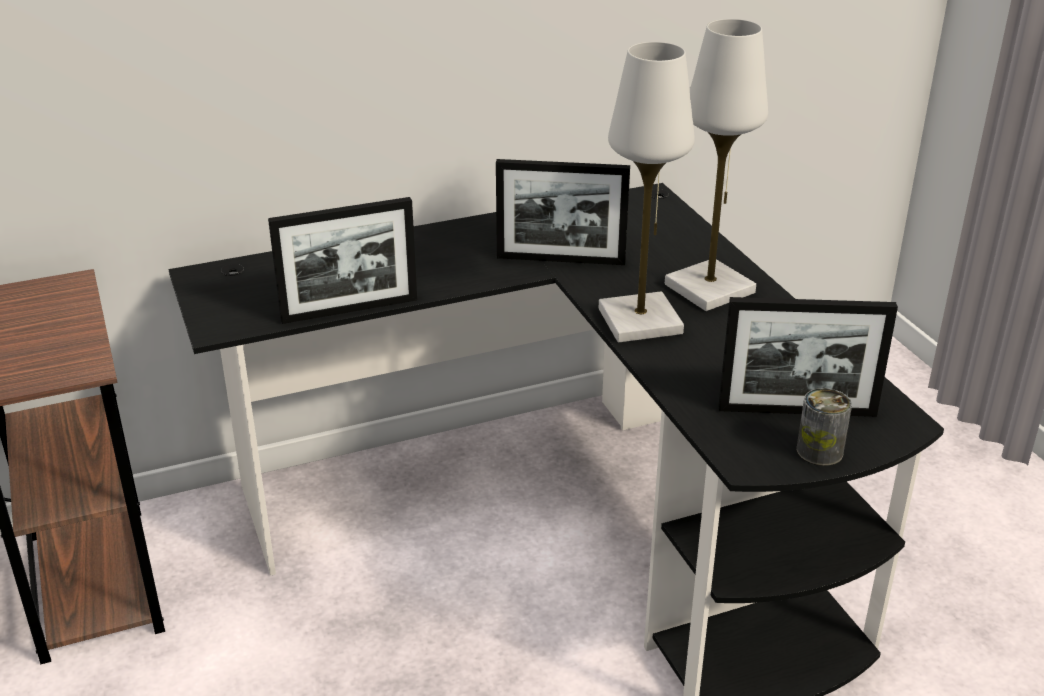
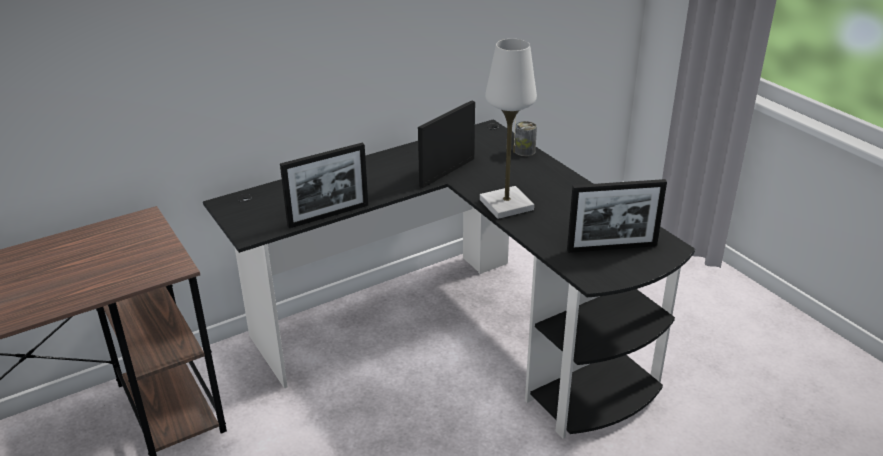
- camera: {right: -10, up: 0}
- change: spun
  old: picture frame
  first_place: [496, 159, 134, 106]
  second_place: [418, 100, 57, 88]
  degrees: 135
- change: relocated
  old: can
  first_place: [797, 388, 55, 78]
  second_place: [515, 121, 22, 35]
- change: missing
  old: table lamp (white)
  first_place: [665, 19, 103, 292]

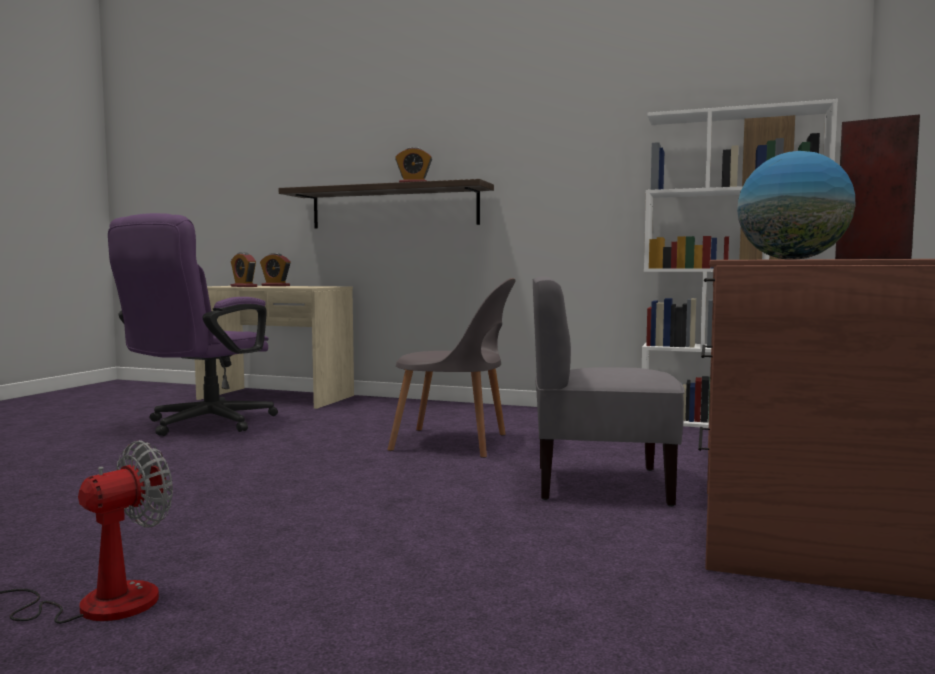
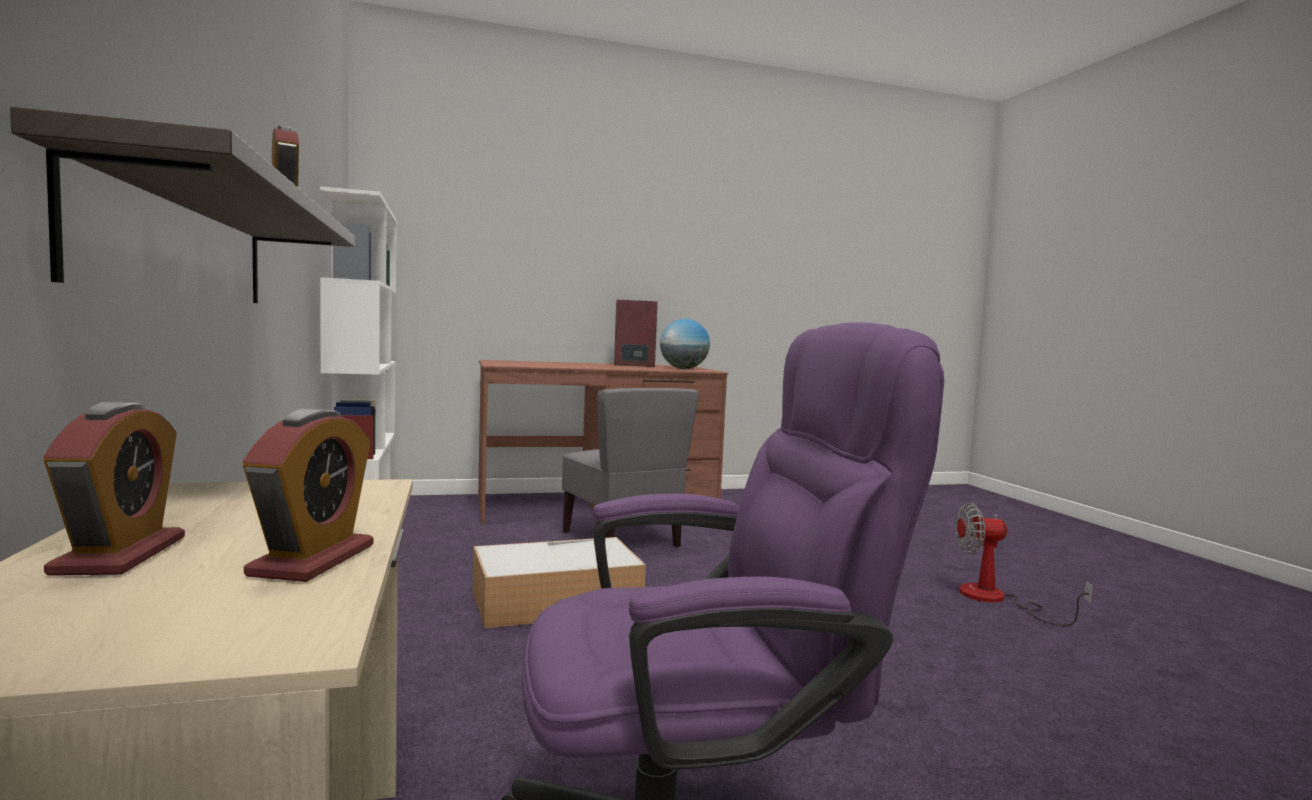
- camera: {right: -125, up: 0}
- change: exchanged
  old: chair (grey)
  new: storage box
  first_place: [387, 278, 129, 180]
  second_place: [473, 537, 173, 92]

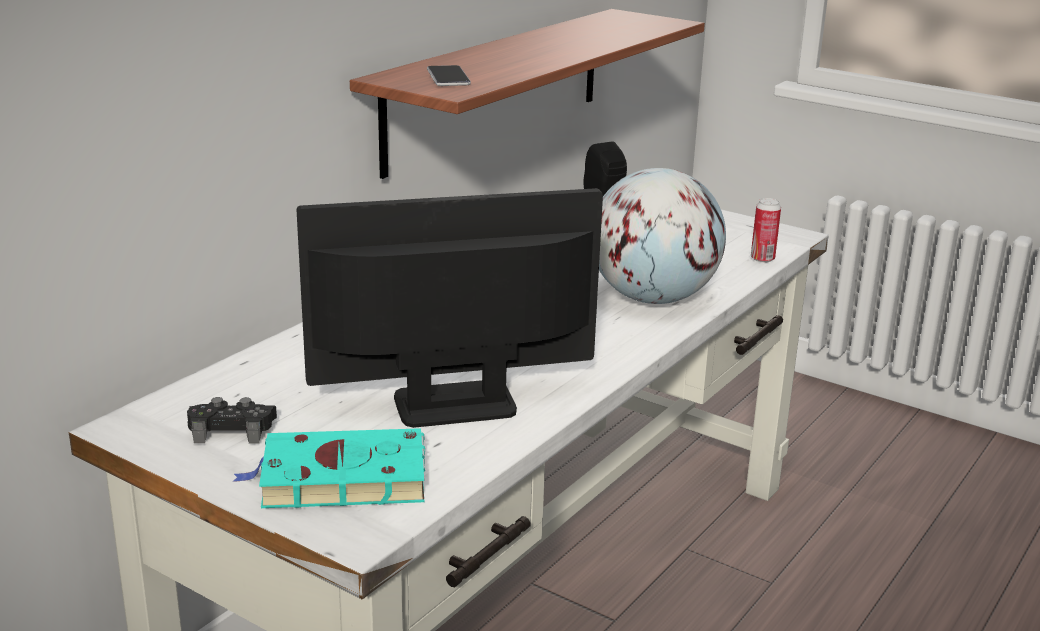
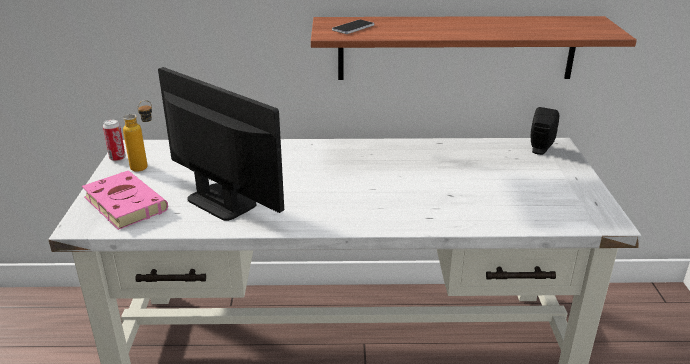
- camera: {right: 55, up: 5}
- change: colour
  old: book (turquoise)
  new: book (pink)
  first_place: [232, 428, 193, 80]
  second_place: [82, 171, 86, 59]
- change: relocated
  old: can
  first_place: [751, 198, 30, 65]
  second_place: [103, 119, 23, 42]
- change: exchanged
  old: game controller (black)
  new: bottle
  first_place: [187, 397, 90, 46]
  second_place: [123, 100, 29, 72]
- change: missing
  old: globe
  first_place: [599, 168, 127, 136]

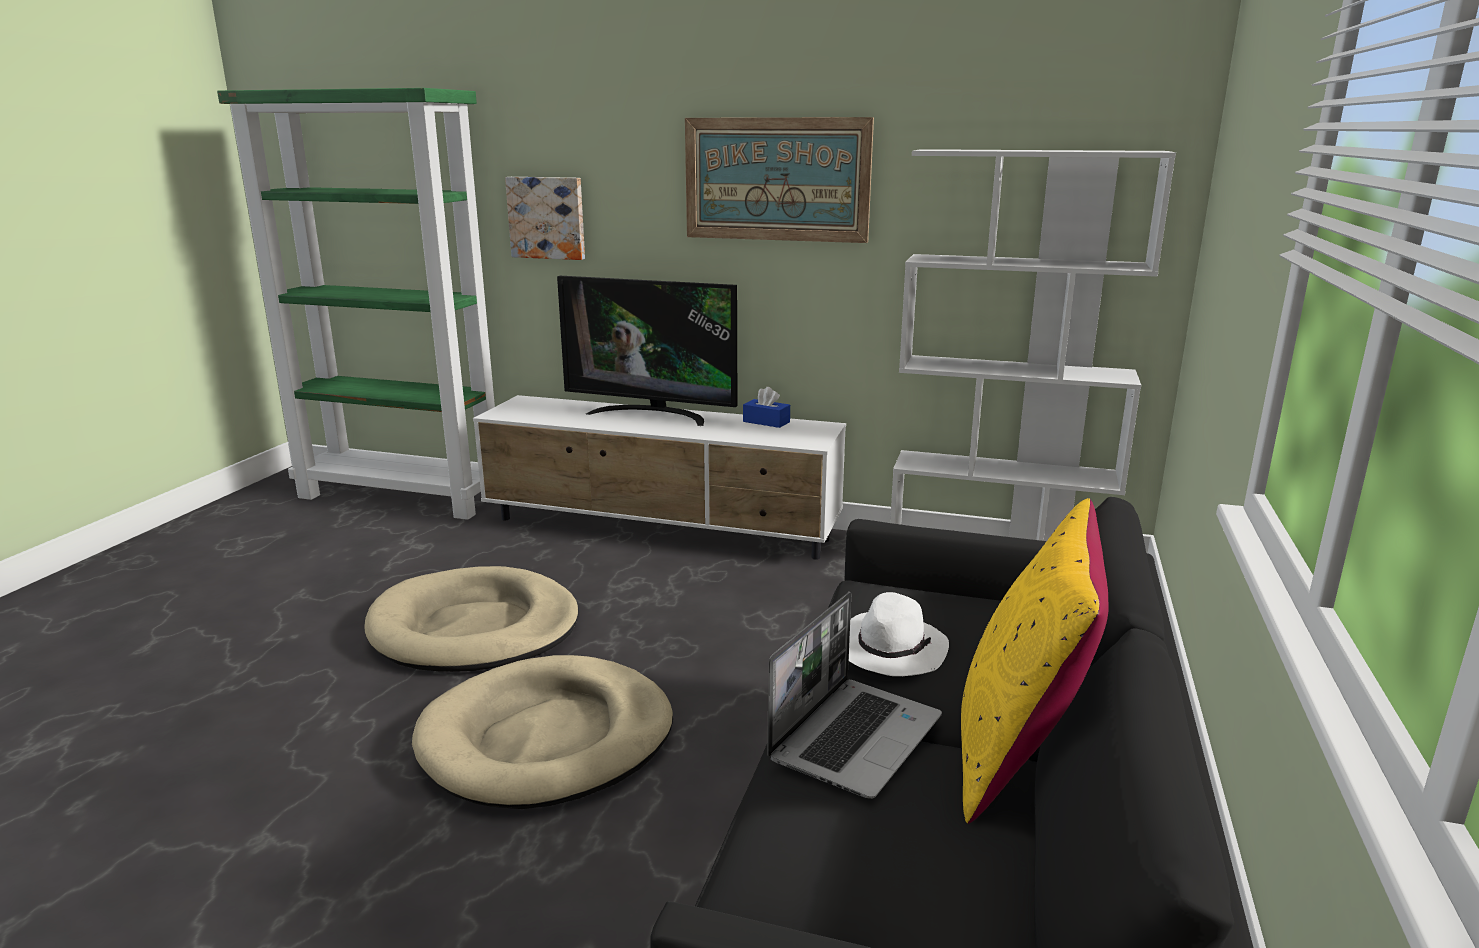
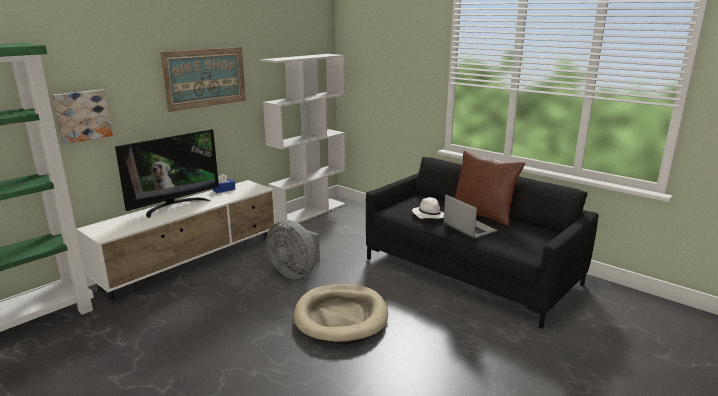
- camera: {right: -65, up: 0}
- change: appeared
  new: fan (grey)
  second_place: [266, 220, 54, 59]
- change: colour
  old: pillow (yellow)
  new: pillow (brown)
  first_place: [961, 498, 148, 326]
  second_place: [454, 151, 71, 75]
- change: missing
  old: dog bed (beige)
  first_place: [364, 566, 215, 106]

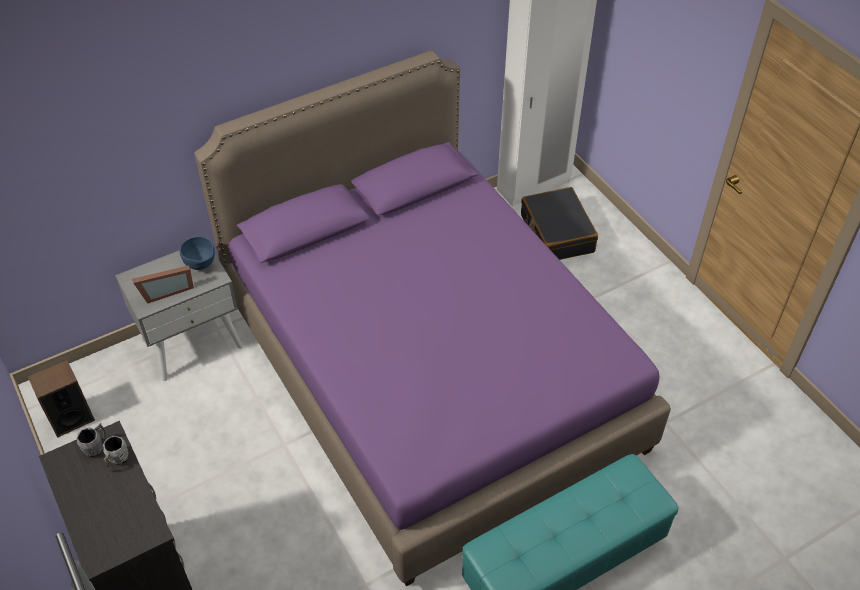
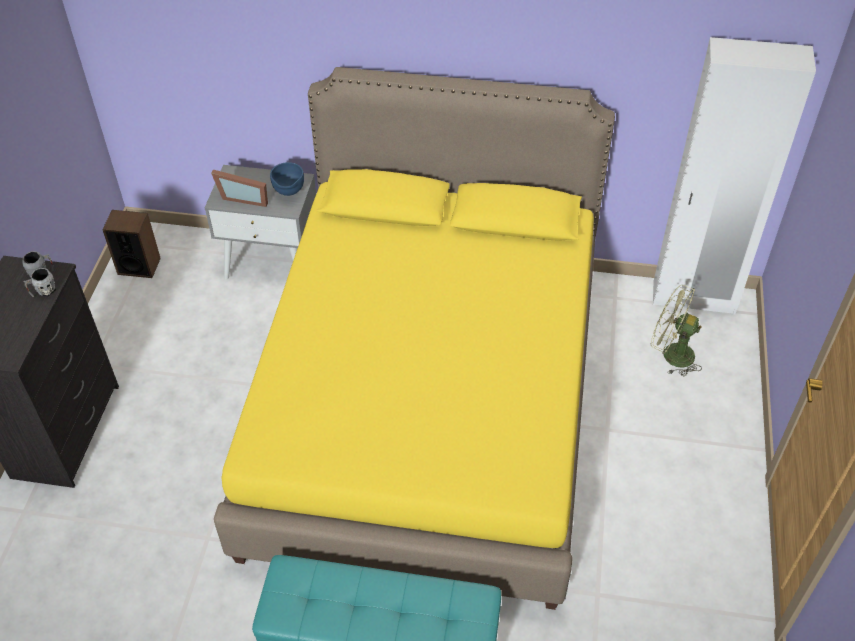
- camera: {right: 40, up: 0}
- change: colour
  old: bed (purple)
  new: bed (yellow)
  first_place: [194, 50, 477, 536]
  second_place: [214, 67, 401, 543]
- change: exchanged
  old: suitcase (black)
  new: fan (green)
  first_place: [521, 187, 77, 73]
  second_place: [651, 285, 51, 91]

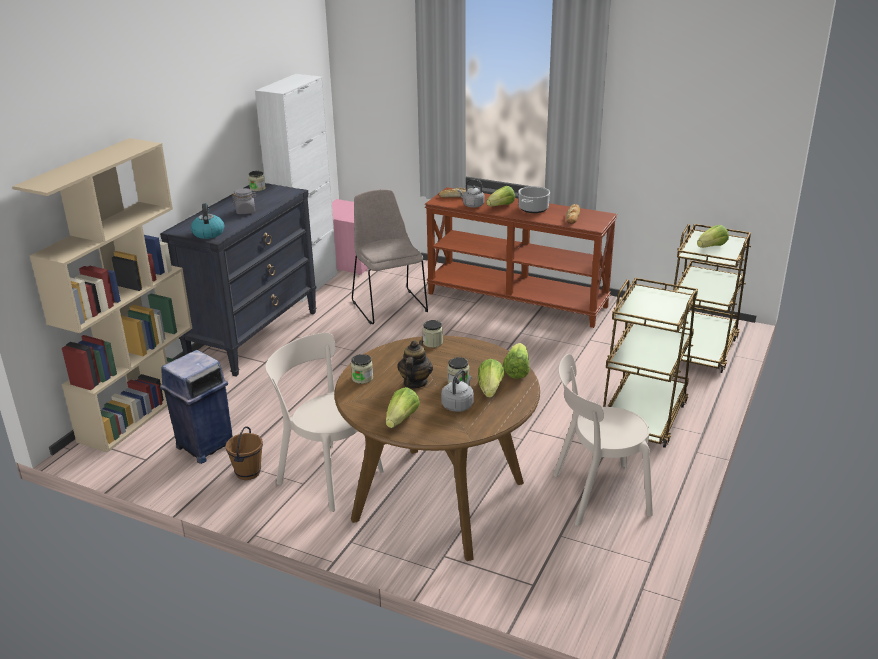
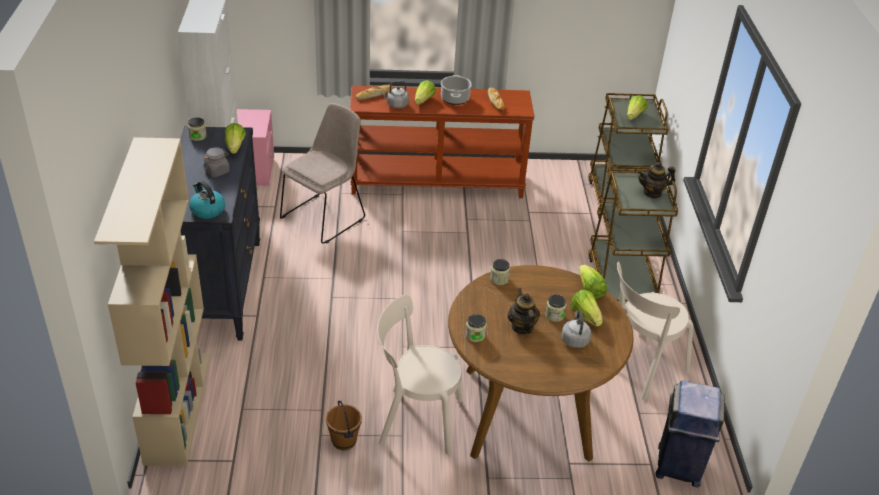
- camera: {right: -30, up: 10}
- change: relocated
  old: lettuce
  first_place: [386, 387, 34, 41]
  second_place: [225, 123, 21, 31]
- change: spun
  old: chair (beige)
  first_place: [352, 189, 76, 135]
  second_place: [280, 103, 85, 141]
  degrees: 90
- change: appeared
  new: teapot
  second_place: [637, 162, 38, 36]
- change: relocated
  old: trash can (blue)
  first_place: [160, 350, 73, 114]
  second_place: [655, 380, 70, 107]

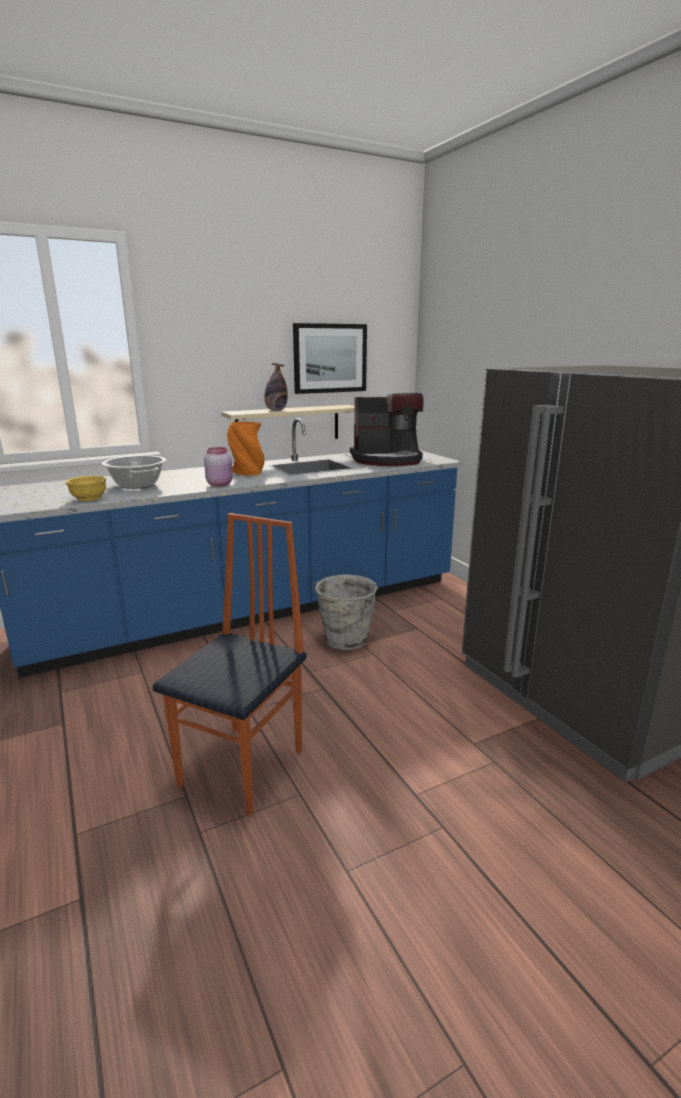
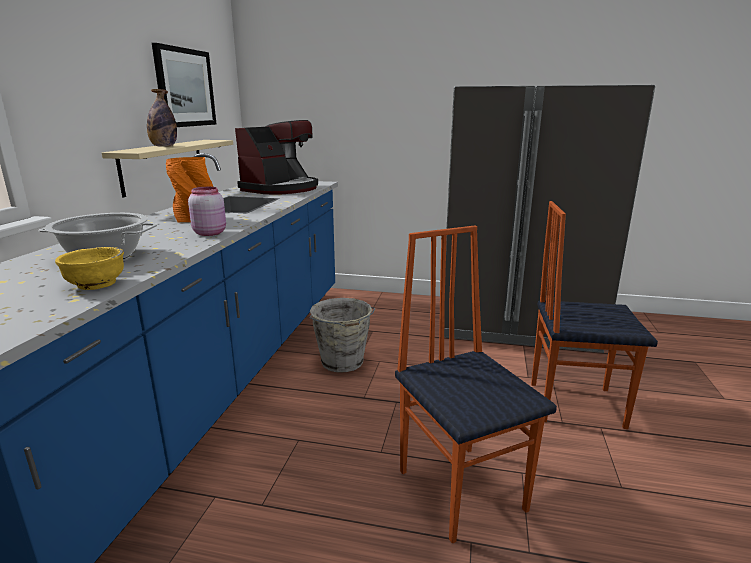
- camera: {right: -50, up: 0}
- change: appeared
  new: chair
  second_place: [531, 201, 127, 228]

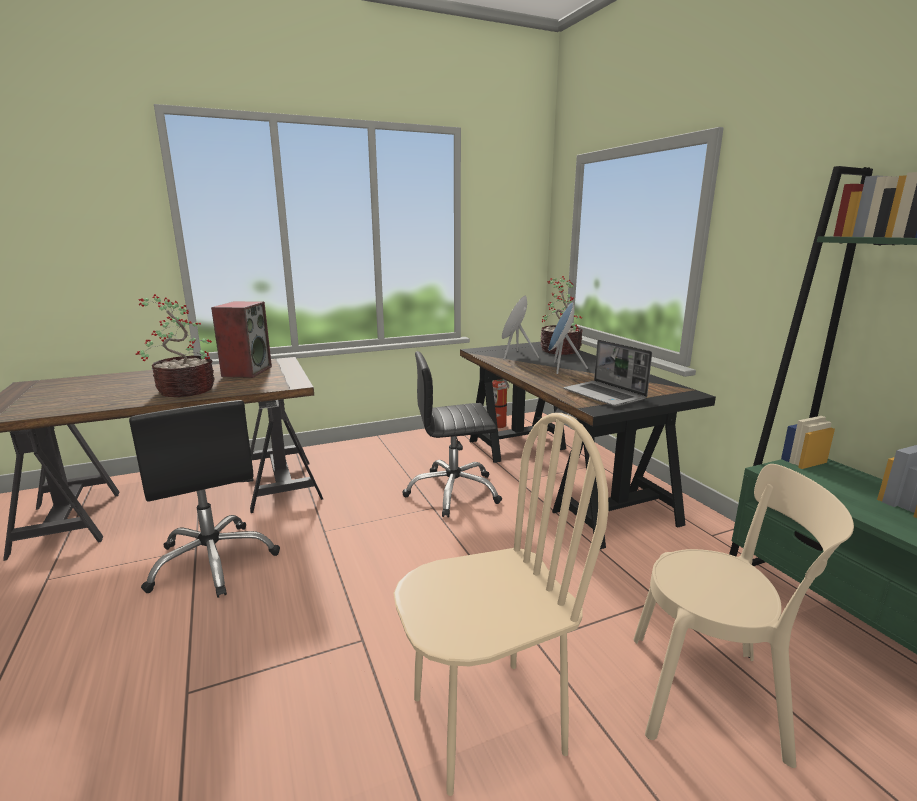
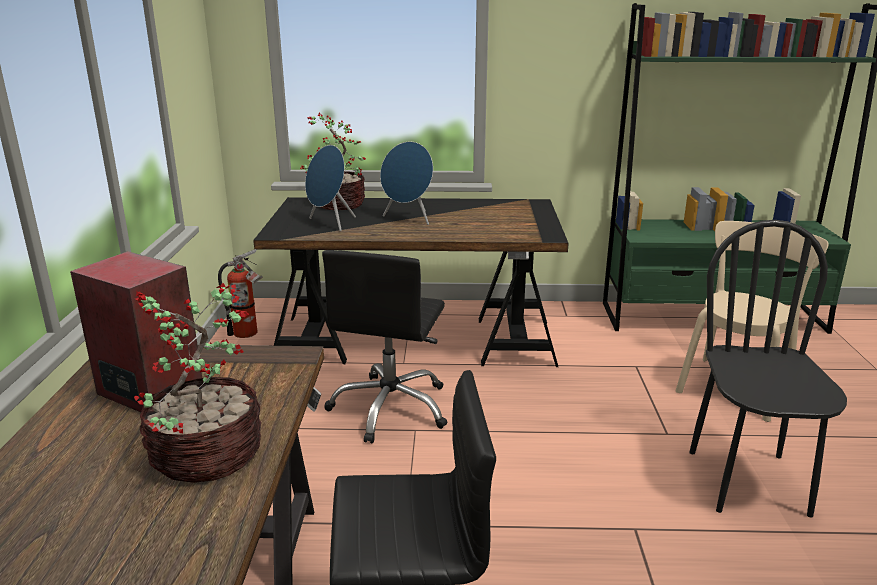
- camera: {right: -65, up: 5}
- change: colour
  old: chair (beige)
  new: chair (black)
  first_place: [393, 413, 216, 383]
  second_place: [689, 220, 158, 297]
- change: missing
  old: laptop
  first_place: [563, 340, 89, 67]

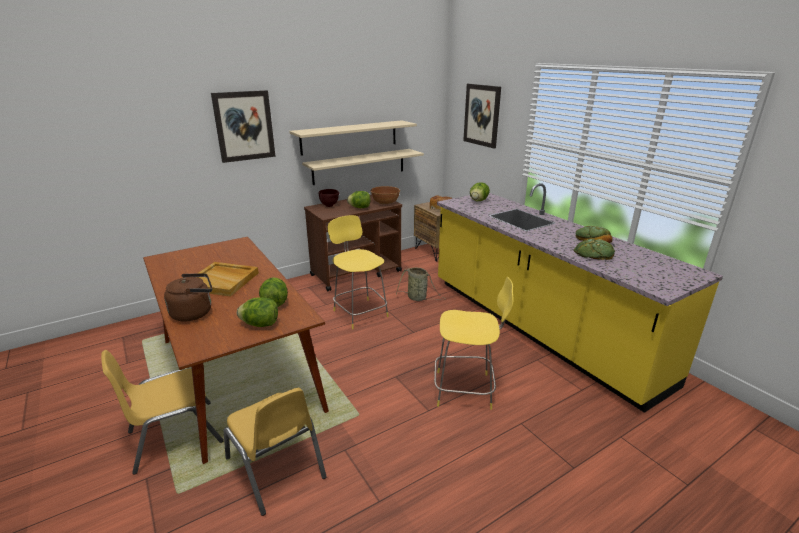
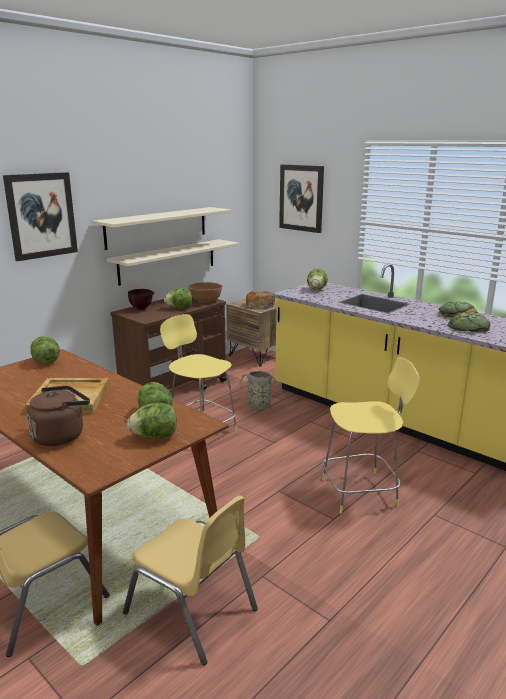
- camera: {right: -15, up: -5}
- change: appeared
  new: lettuce
  second_place: [30, 336, 30, 28]

